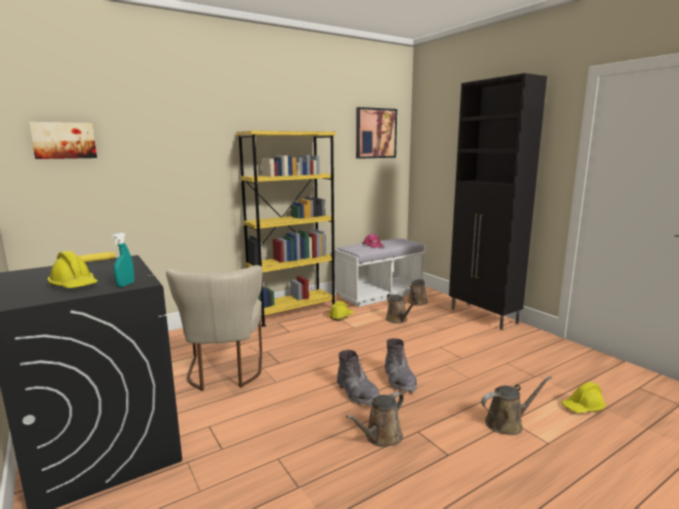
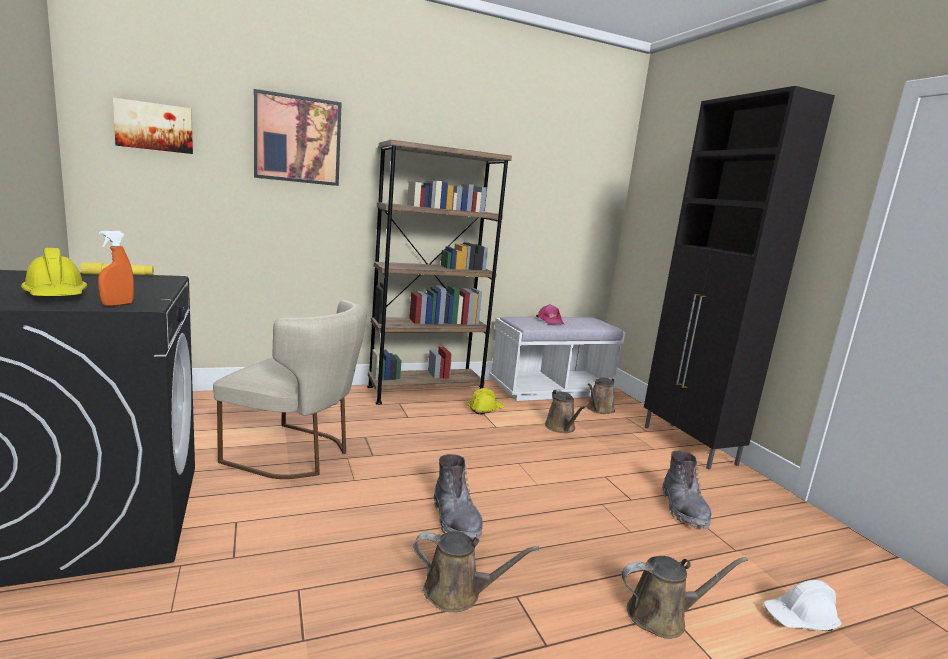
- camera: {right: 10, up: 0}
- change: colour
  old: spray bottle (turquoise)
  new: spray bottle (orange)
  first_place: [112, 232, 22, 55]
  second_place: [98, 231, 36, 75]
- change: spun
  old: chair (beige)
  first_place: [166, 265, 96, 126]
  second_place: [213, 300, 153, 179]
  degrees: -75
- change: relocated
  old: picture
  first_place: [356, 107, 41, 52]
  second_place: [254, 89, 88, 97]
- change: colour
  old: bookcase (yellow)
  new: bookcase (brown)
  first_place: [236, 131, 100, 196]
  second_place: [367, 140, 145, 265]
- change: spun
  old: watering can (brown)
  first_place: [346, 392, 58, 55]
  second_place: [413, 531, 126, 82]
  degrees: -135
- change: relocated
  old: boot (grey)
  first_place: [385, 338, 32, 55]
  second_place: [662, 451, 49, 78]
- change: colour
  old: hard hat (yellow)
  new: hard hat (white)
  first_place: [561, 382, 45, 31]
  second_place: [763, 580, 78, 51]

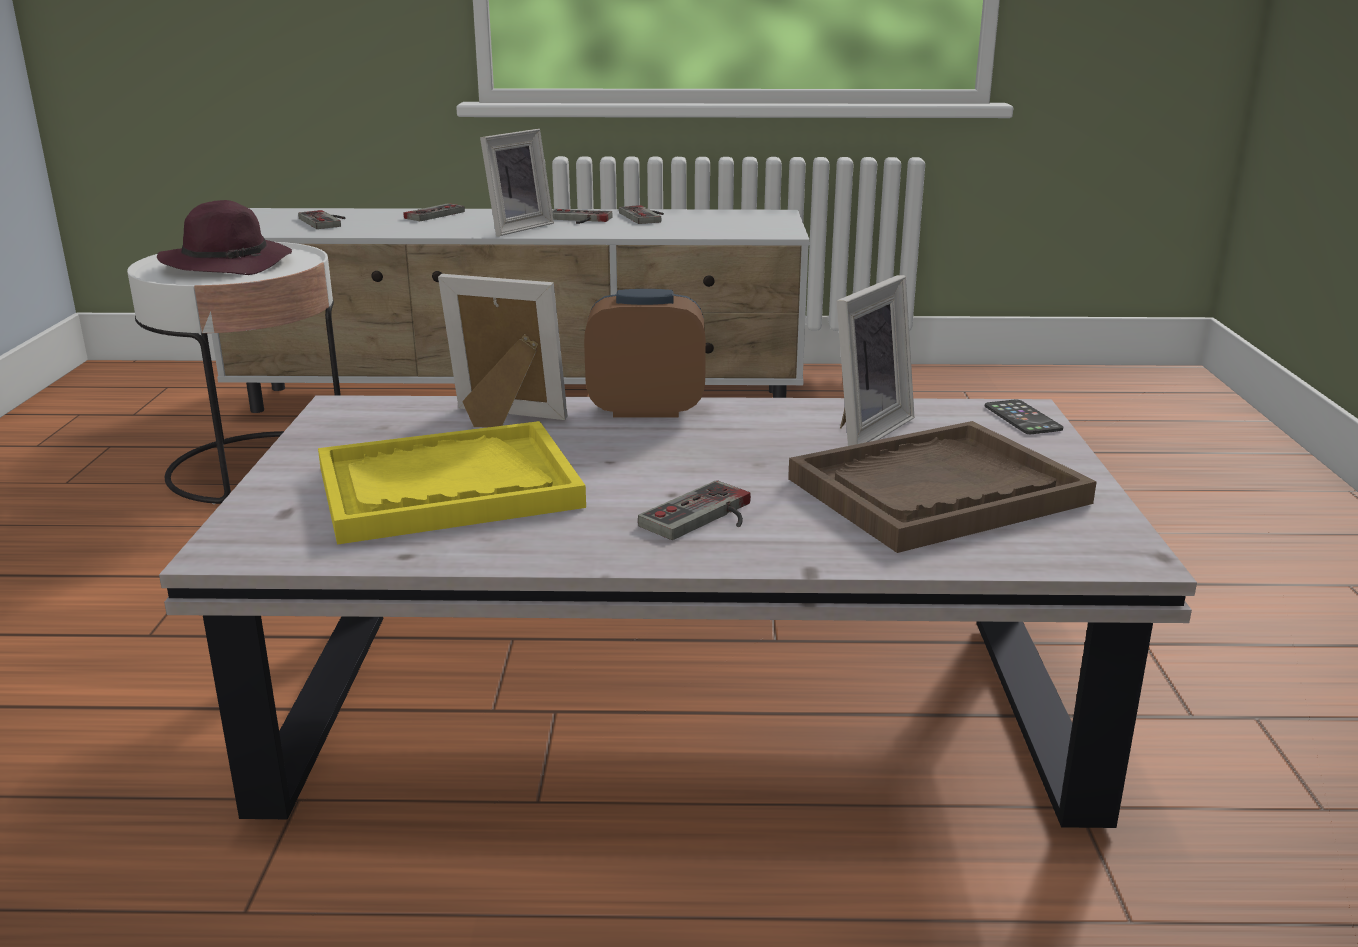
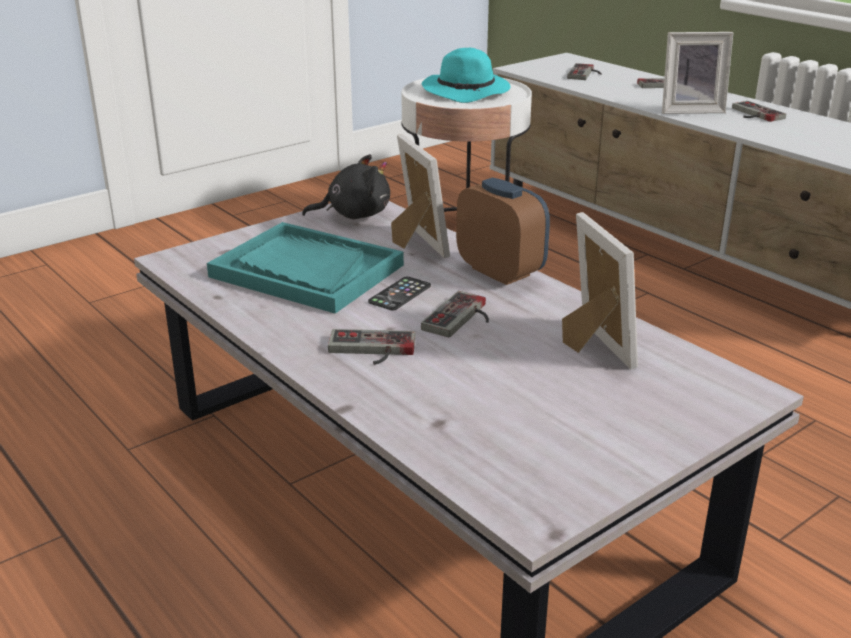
- camera: {right: 50, up: 5}
- change: colour
  old: tray (yellow)
  new: tray (turquoise)
  first_place: [318, 421, 268, 123]
  second_place: [207, 222, 197, 92]
- change: appeared
  new: plush toy (black)
  second_place: [302, 154, 88, 65]
- change: relocated
  old: phone
  first_place: [985, 399, 78, 35]
  second_place: [368, 276, 63, 35]
- change: relocated
  old: game controller
  first_place: [619, 205, 45, 19]
  second_place: [421, 291, 68, 47]
- change: colour
  old: hat (purple)
  new: hat (turquoise)
  first_place: [157, 200, 135, 75]
  second_place: [422, 48, 88, 55]
- change: spun
  old: picture frame
  first_place: [837, 275, 78, 171]
  second_place: [562, 212, 76, 158]
  degrees: -105
- change: missing
  old: tray (brown)
  first_place: [788, 421, 309, 132]

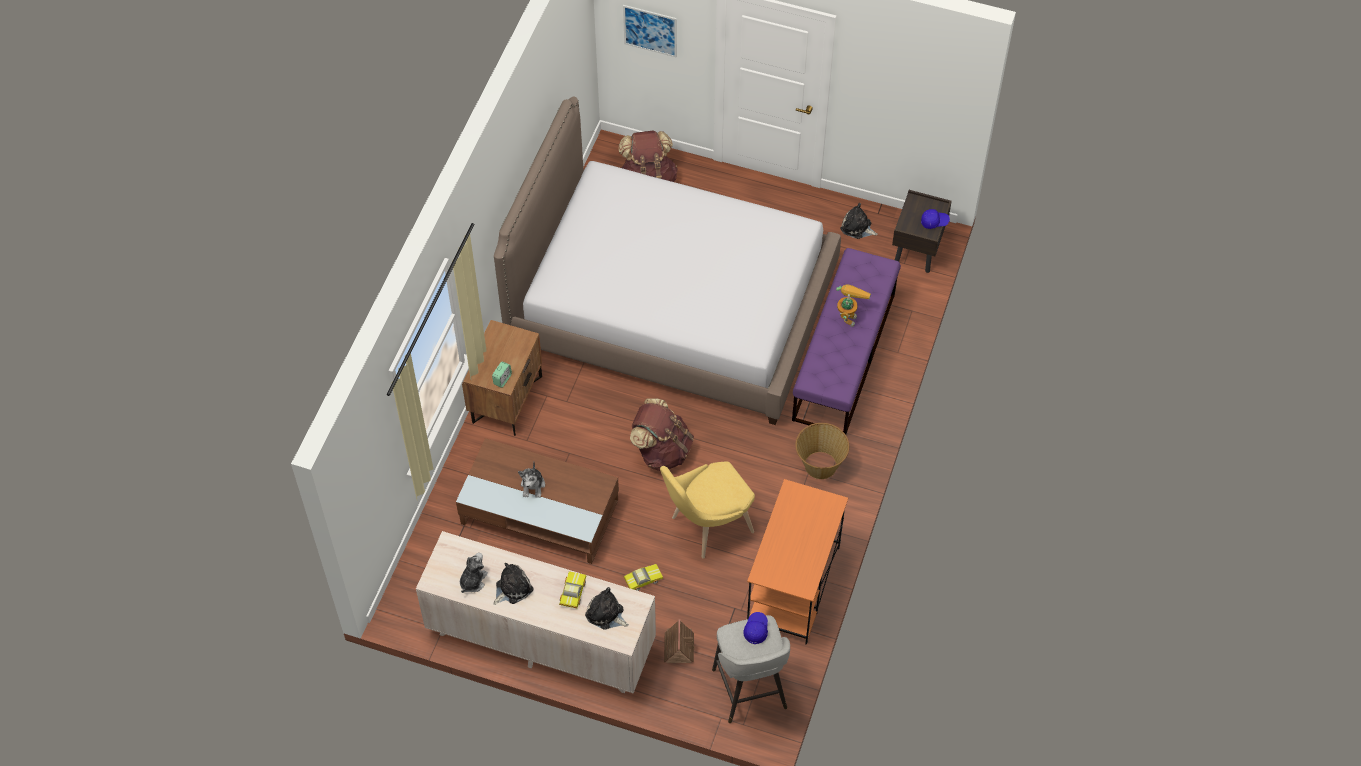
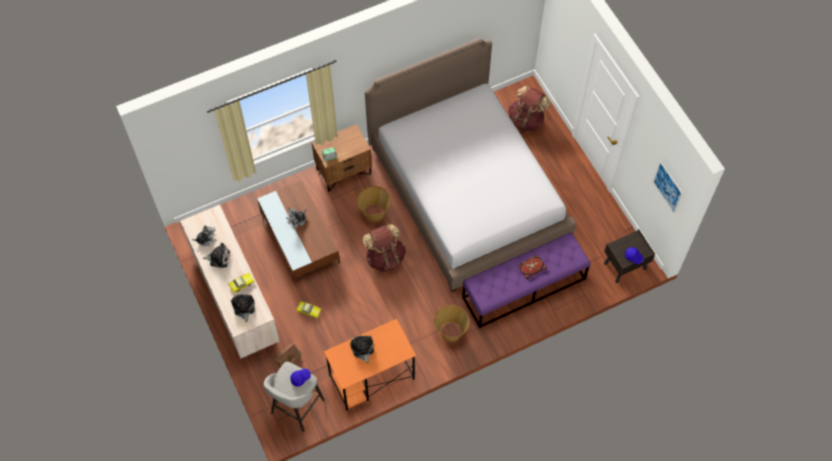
- camera: {right: 45, up: 5}
- change: relocated
  old: plush toy
  first_place: [840, 203, 38, 36]
  second_place: [350, 335, 24, 29]
- change: appeared
  new: basket
  second_place: [357, 186, 34, 36]
- change: exchanged
  old: toy robot
  new: book
  first_place: [836, 284, 35, 43]
  second_place: [517, 254, 30, 25]
- change: relocated
  old: picture
  first_place: [623, 5, 54, 52]
  second_place: [653, 161, 30, 52]
- change: missing
  old: chair (yellow)
  first_place: [660, 461, 95, 98]

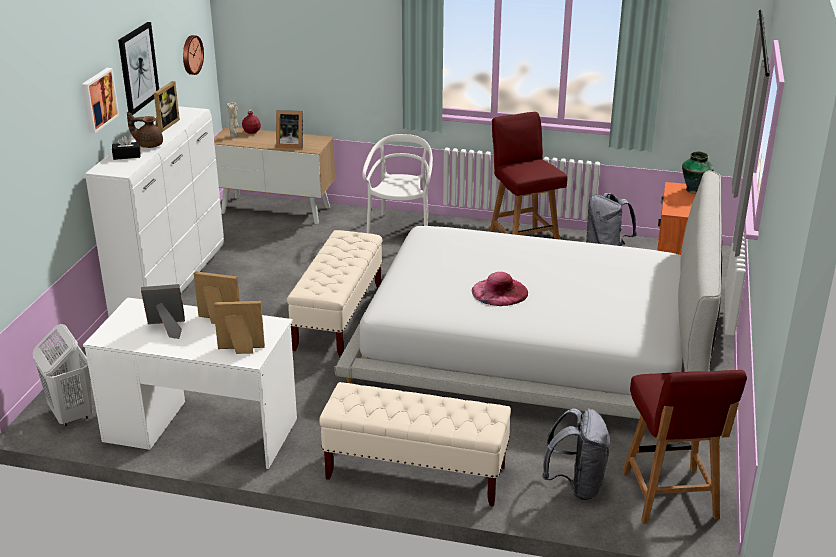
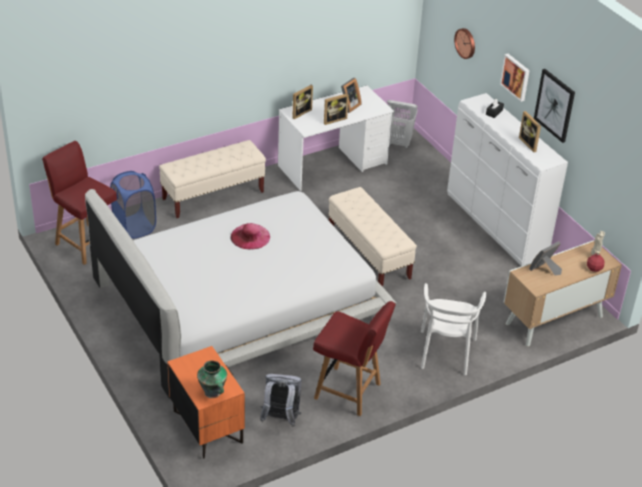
- camera: {right: 135, up: 10}
- change: exchanged
  old: backpack (grey)
  new: laundry basket (blue)
  first_place: [542, 408, 68, 92]
  second_place: [110, 171, 46, 68]
- change: spun
  old: chair (white)
  first_place: [362, 134, 71, 99]
  second_place: [421, 283, 65, 92]
  degrees: 45
- change: relocated
  old: wall clock
  first_place: [183, 35, 21, 40]
  second_place: [454, 28, 21, 31]
- change: missing
  old: teapot (brown)
  first_place: [127, 112, 36, 36]

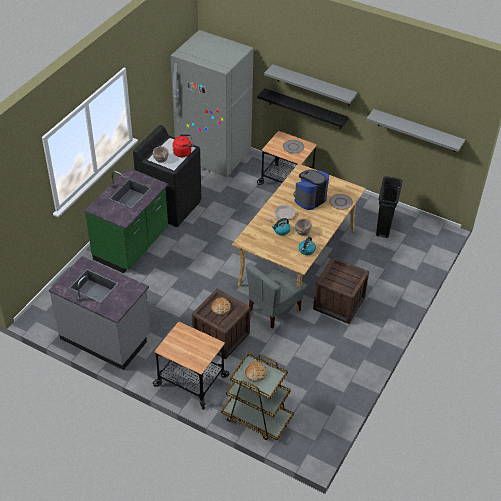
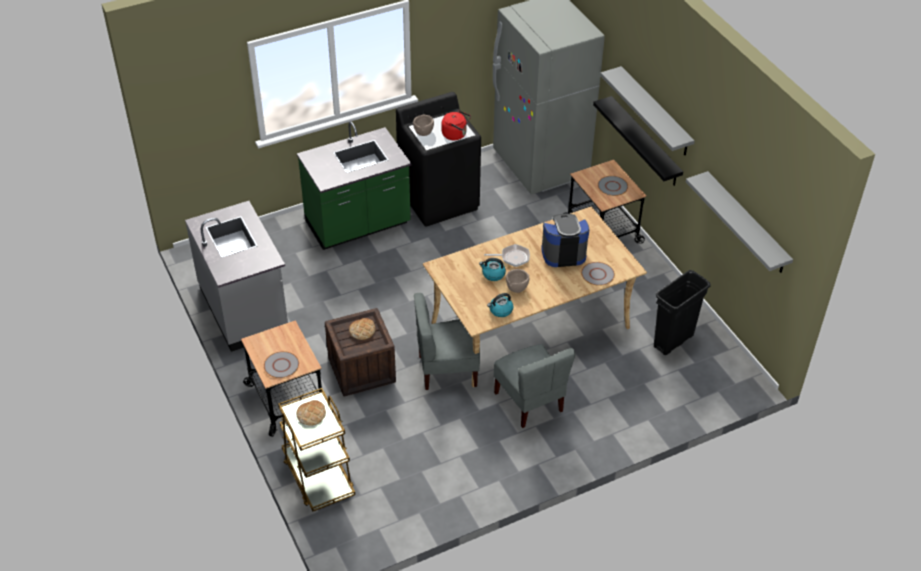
- camera: {right: 35, up: 0}
- change: appeared
  new: plate (grey)
  second_place: [264, 351, 35, 27]
- change: exchanged
  old: crate
  new: chair (grey)
  first_place: [313, 257, 56, 67]
  second_place: [494, 344, 82, 84]

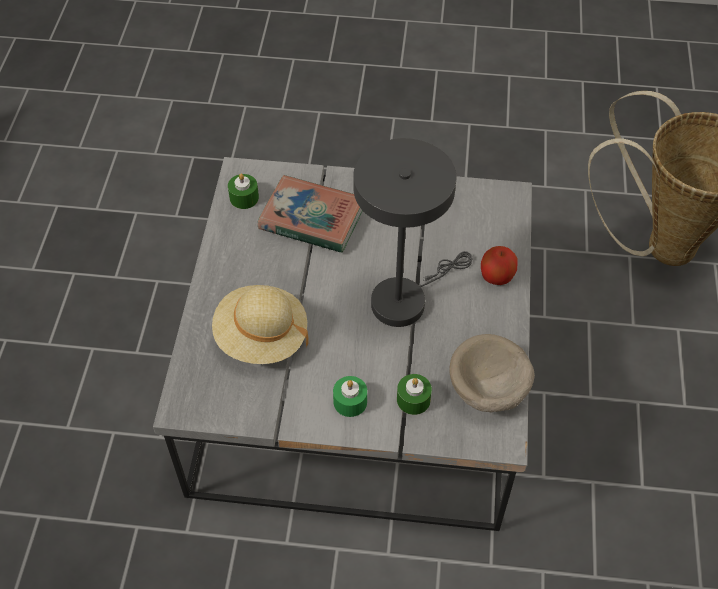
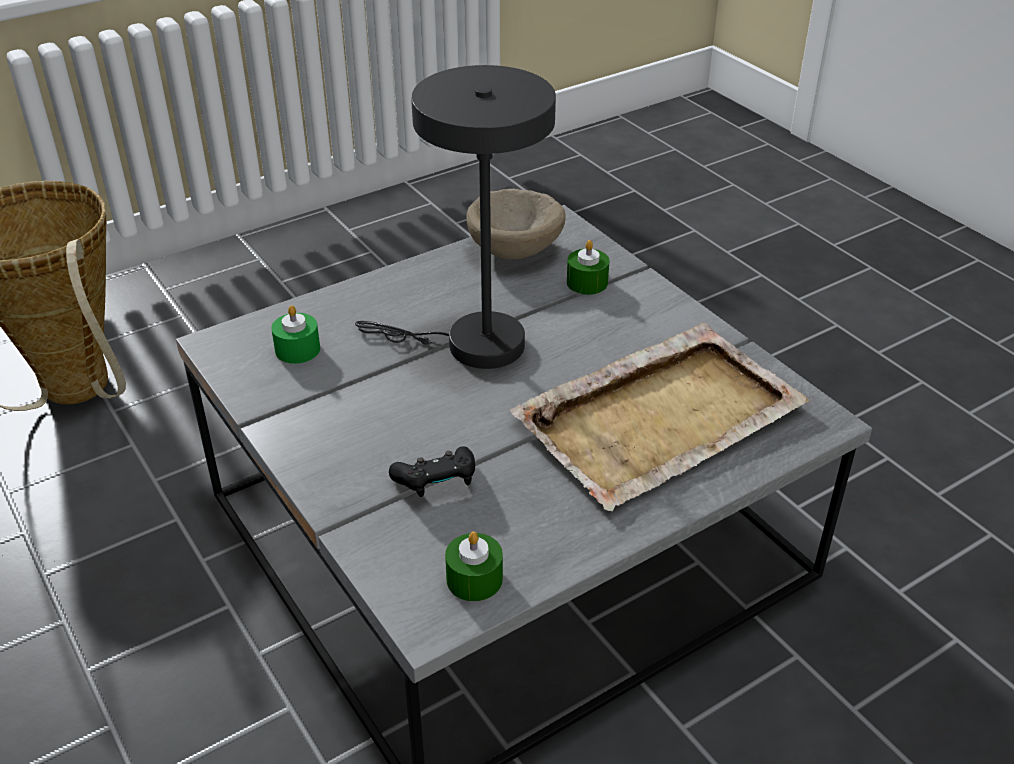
- camera: {right: -130, up: -15}
- change: relocated
  old: candle (green)
  first_place: [333, 376, 34, 41]
  second_place: [271, 305, 49, 59]
- change: exchanged
  old: book
  new: game controller (black)
  first_place: [258, 175, 105, 78]
  second_place: [389, 446, 86, 51]
- change: exchanged
  old: hat (beige)
  new: tray (beige)
  first_place: [212, 285, 97, 79]
  second_place: [510, 323, 300, 188]
- change: missing
  old: apple
  first_place: [481, 246, 37, 39]

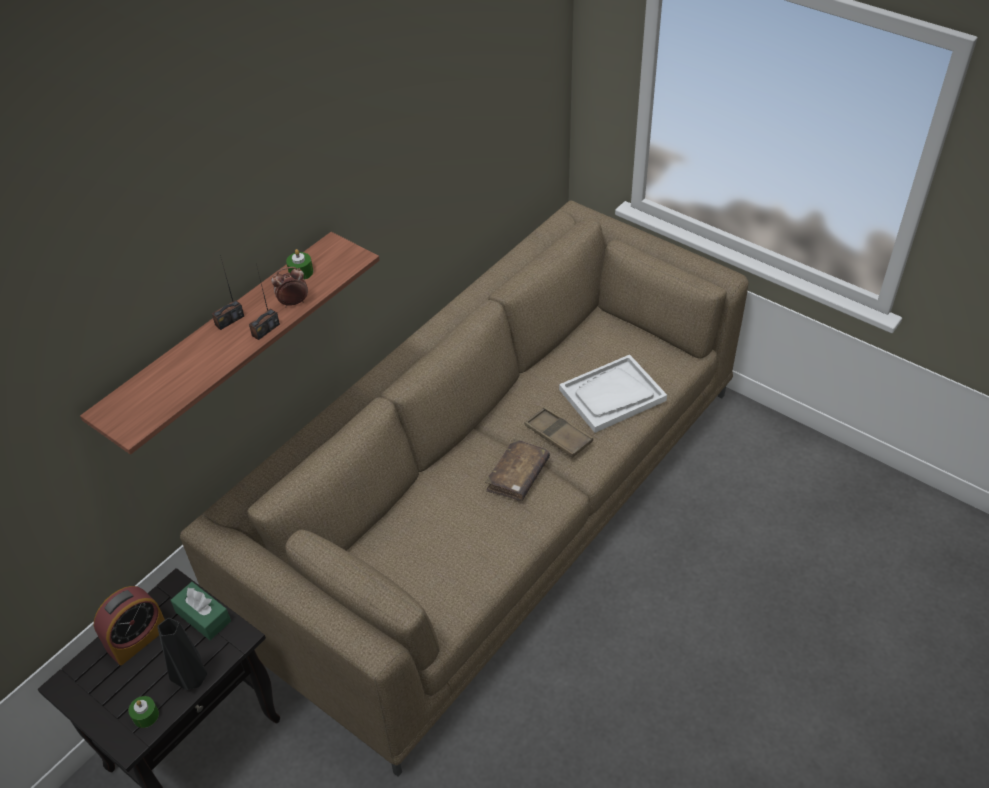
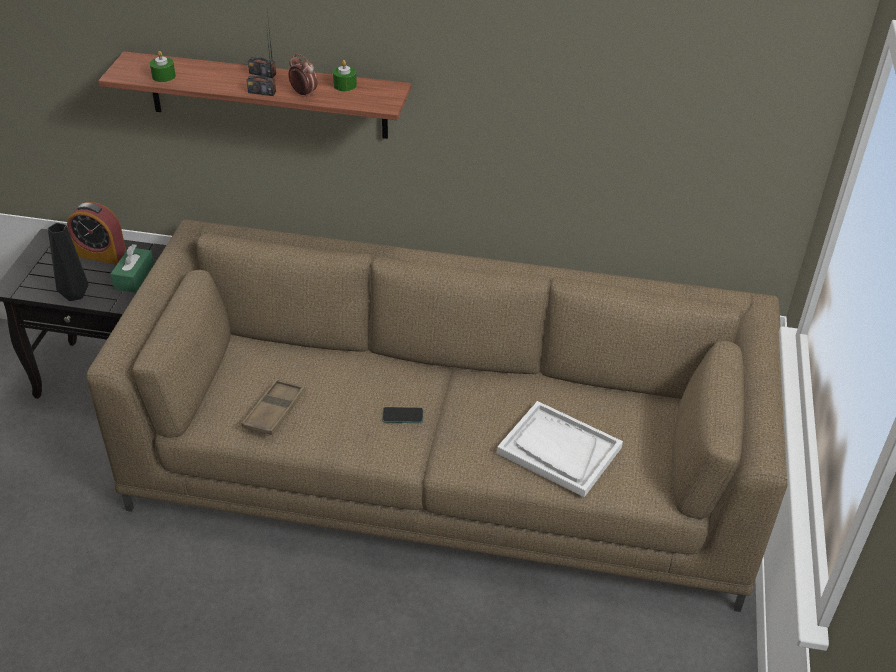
- camera: {right: 60, up: -5}
- change: relocated
  old: candle (green)
  first_place: [128, 696, 31, 32]
  second_place: [150, 51, 26, 31]
- change: relocated
  old: tray (brown)
  first_place: [524, 407, 69, 51]
  second_place: [242, 379, 64, 56]
- change: exchanged
  old: book (brown)
  new: phone
  first_place: [485, 438, 65, 63]
  second_place: [382, 407, 42, 16]

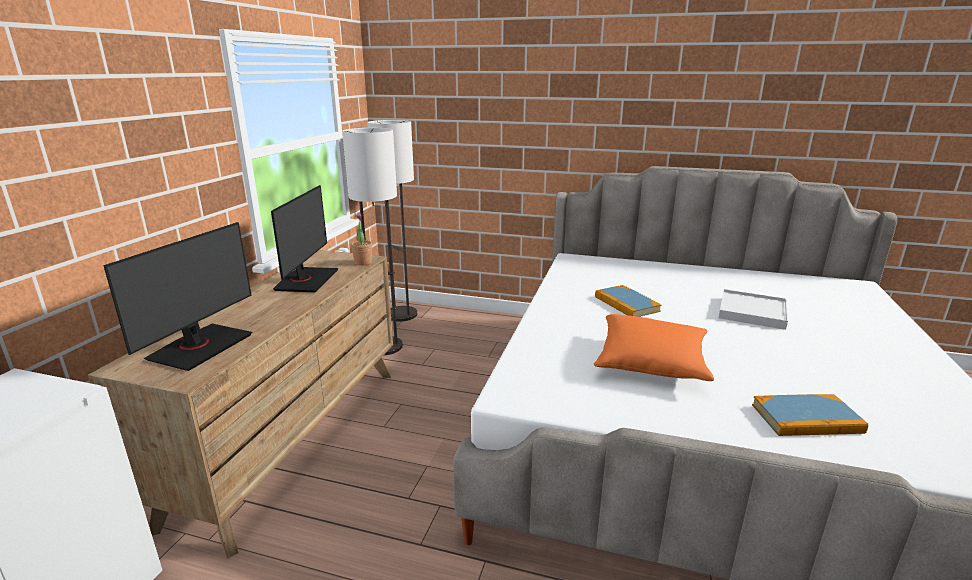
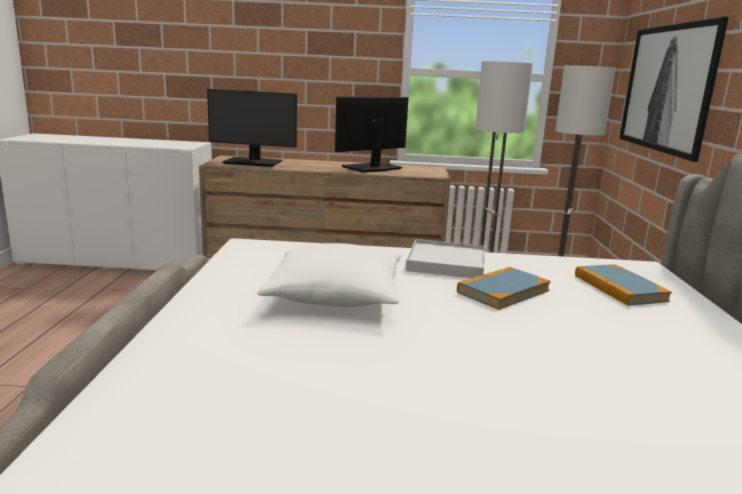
- camera: {right: 75, up: -5}
- change: colour
  old: pillow (orange)
  new: pillow (white)
  first_place: [594, 314, 120, 67]
  second_place: [257, 243, 145, 64]
- change: spun
  old: monitor
  first_place: [271, 185, 68, 107]
  second_place: [335, 97, 74, 75]
  degrees: 150
- change: relocated
  old: tray (white)
  first_place: [719, 289, 69, 41]
  second_place: [405, 239, 80, 39]
- change: relocated
  old: book
  first_place: [752, 394, 116, 42]
  second_place: [575, 264, 97, 42]
- change: appeared
  new: picture
  second_place: [619, 16, 110, 146]
- change: missing
  old: potted plant
  first_place: [351, 212, 21, 54]

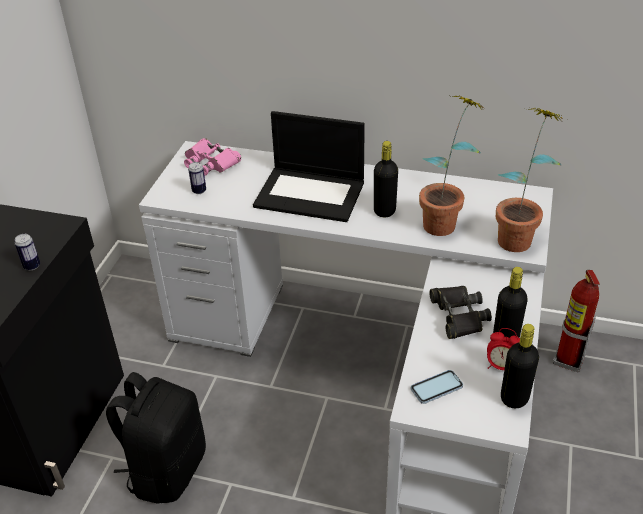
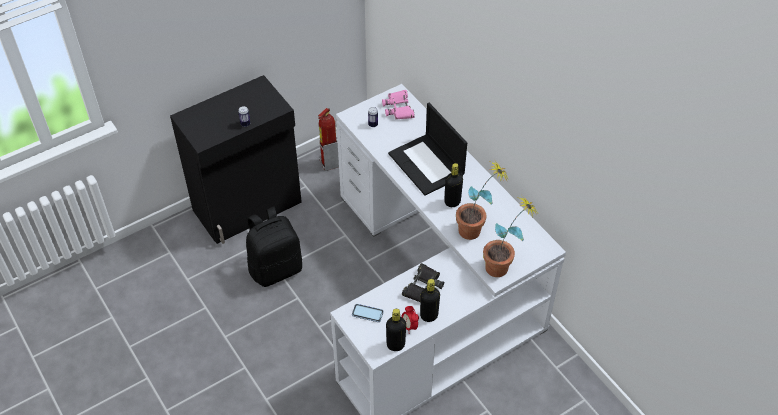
- camera: {right: 40, up: 10}
- change: relocated
  old: fire extinguisher
  first_place: [553, 270, 47, 102]
  second_place: [318, 108, 21, 63]

